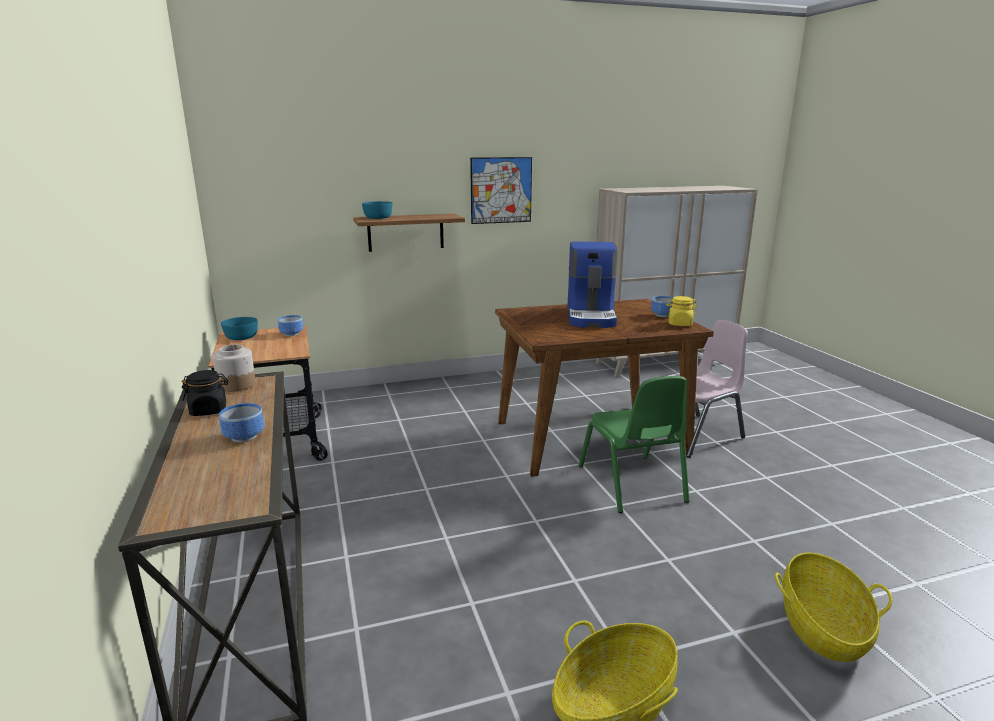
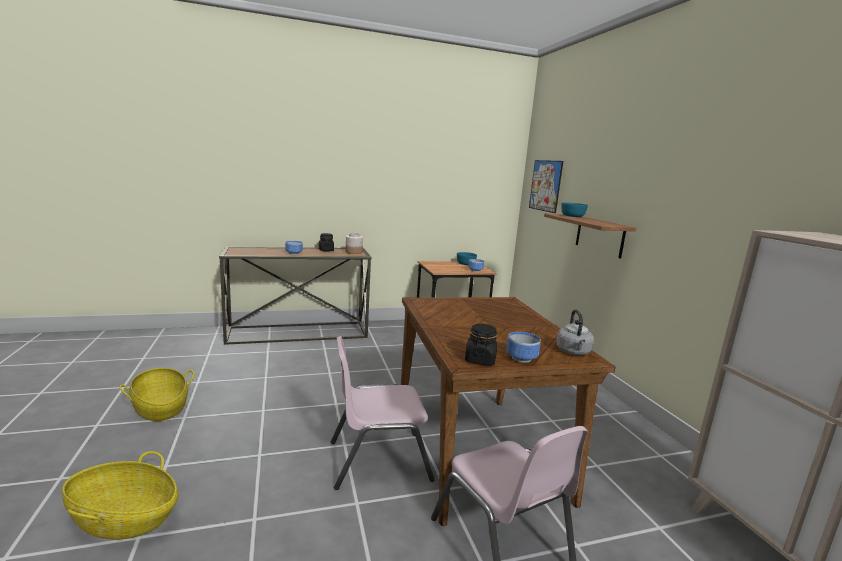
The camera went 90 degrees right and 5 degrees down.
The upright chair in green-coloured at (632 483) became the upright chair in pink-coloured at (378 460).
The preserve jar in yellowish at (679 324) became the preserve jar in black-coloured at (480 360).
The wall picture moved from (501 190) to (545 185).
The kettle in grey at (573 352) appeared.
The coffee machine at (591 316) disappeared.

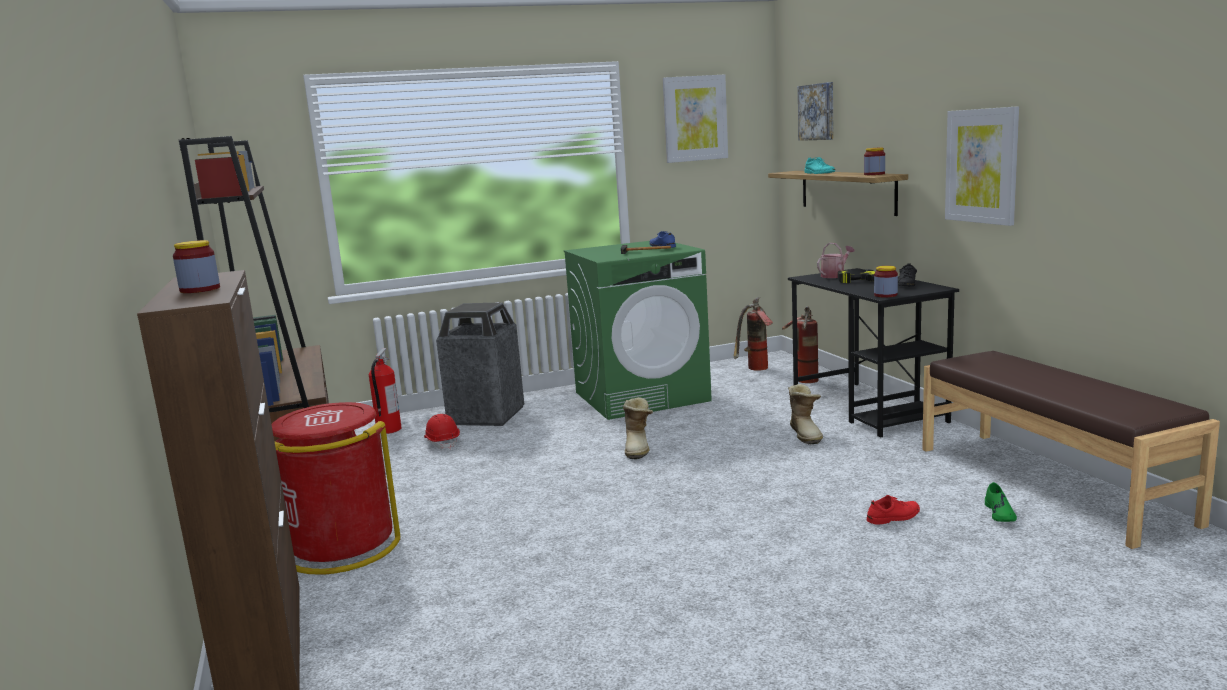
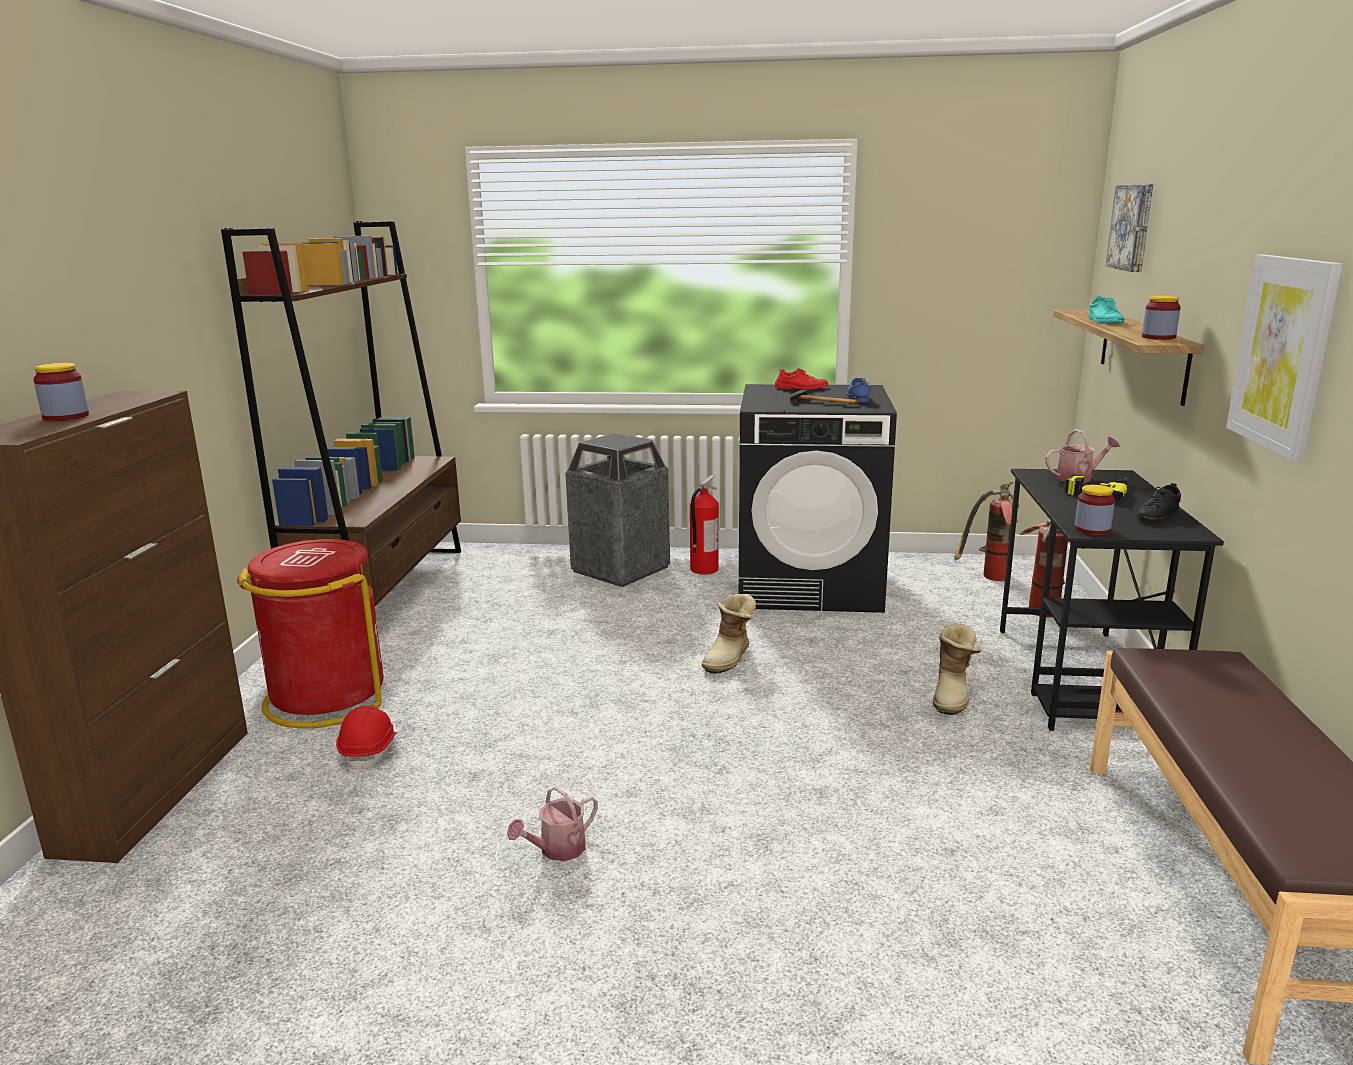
The camera went 25 degrees right and 5 degrees up.
The work helmet in red-coloured moved from (442 442) to (370 750).
The watering can at (557 850) appeared.
The fire-fighting cylinder moved from (388 430) to (703 569).
The washing machine in green-coloured at (642 396) became the washing machine in black-coloured at (810 585).
The shoe in red-coloured moved from (893 517) to (801 388).
The wall picture at (695 118) disappeared.
The shoe in green-coloured at (1000 513) disappeared.

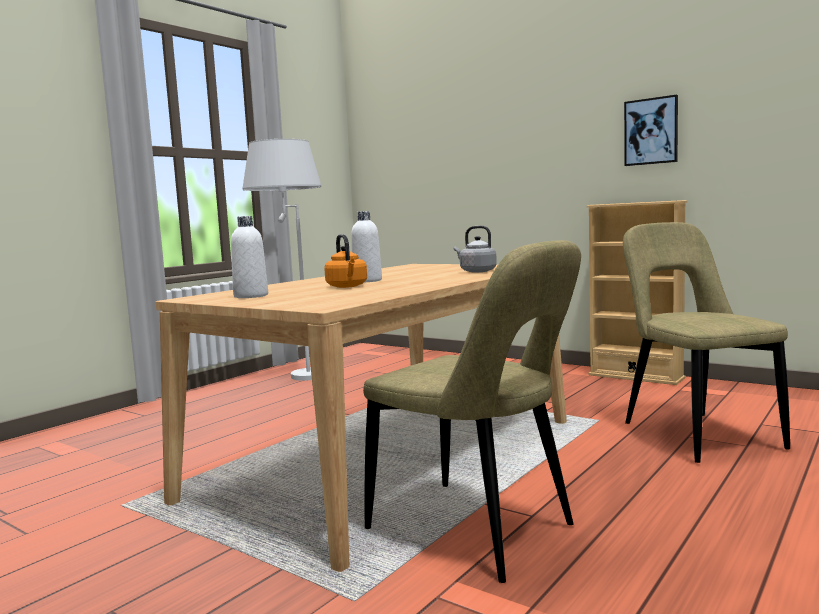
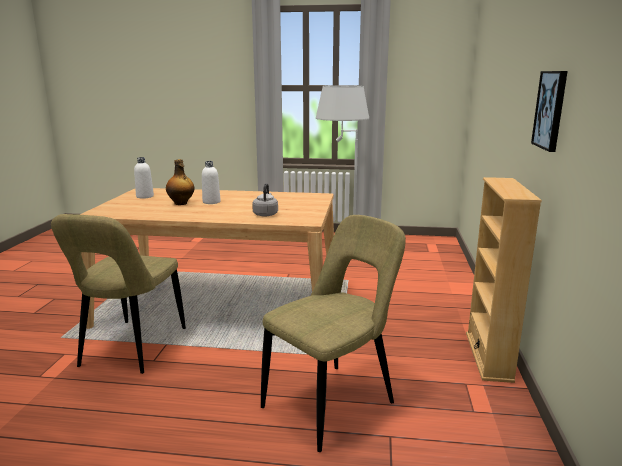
The camera went 60 degrees right and 10 degrees up.
The kettle in orange-coloured at (347 286) was replaced by the bottle at (181 203).

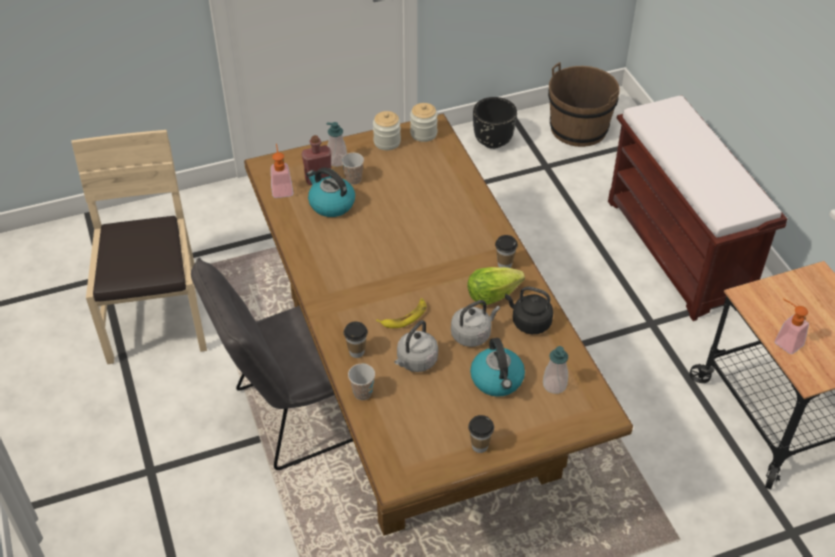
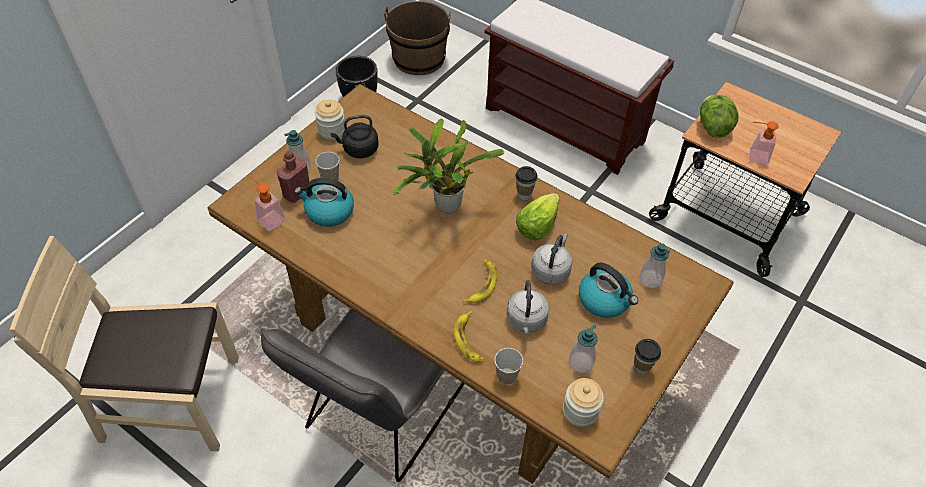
The camera went 35 degrees left and 5 degrees up.
The upright chair in beige at (156 316) turned 45 degrees counterclockwise.
The kettle in black-coloured moved from (529 322) to (358 149).
The potted plant at (444 206) appeared.
The small cup at (356 352) was replaced by the banana fruit at (469 340).
The preserve jar moved from (423 133) to (580 411).
The soap bottle at (581 362) appeared.
The head of lettuce at (712 127) appeared.

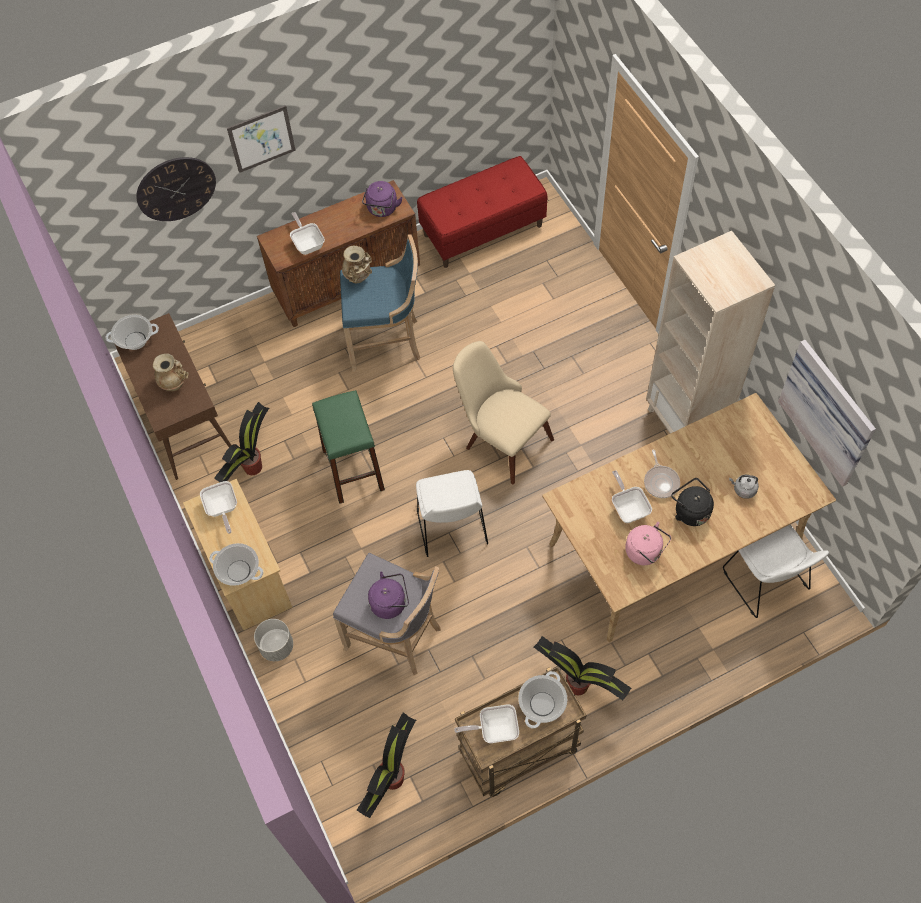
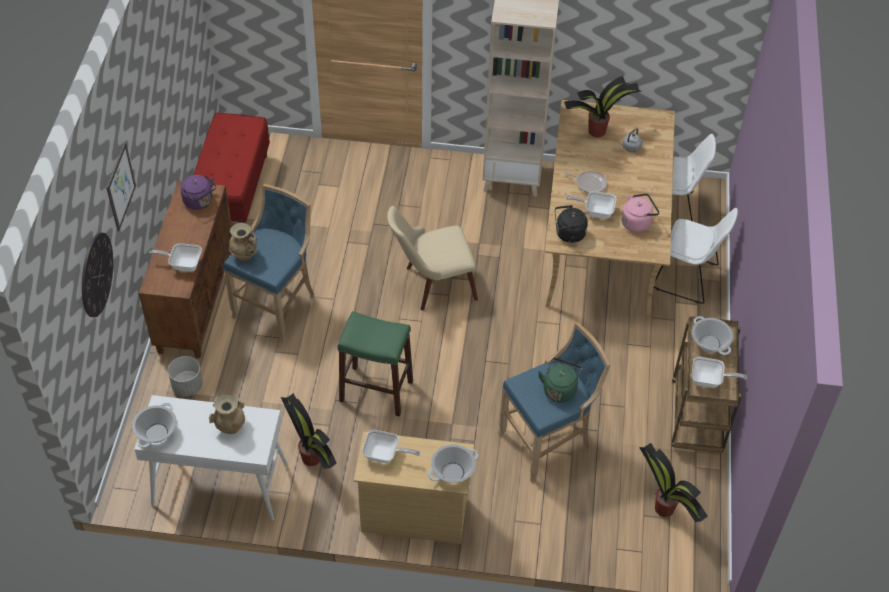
The camera went 60 degrees left and 10 degrees down.
The hall table in brown at (184 421) became the hall table in white-coloured at (219 484).
The flower pot in grey moved from (277 647) to (188 386).
The stool seat in grey at (397 637) became the stool seat in bluish at (548 442).
The kettle in purple at (390 603) became the kettle in green-coloured at (559 389).
The kettle in black-coloured moved from (690 511) to (568 234).
The potted plant moved from (579 686) to (598 131).
The upright chair in white-coloured moved from (452 528) to (688 278).
The pan at (494 729) turned 105 degrees counterclockwise.
The wall picture at (829 411) disappeared.

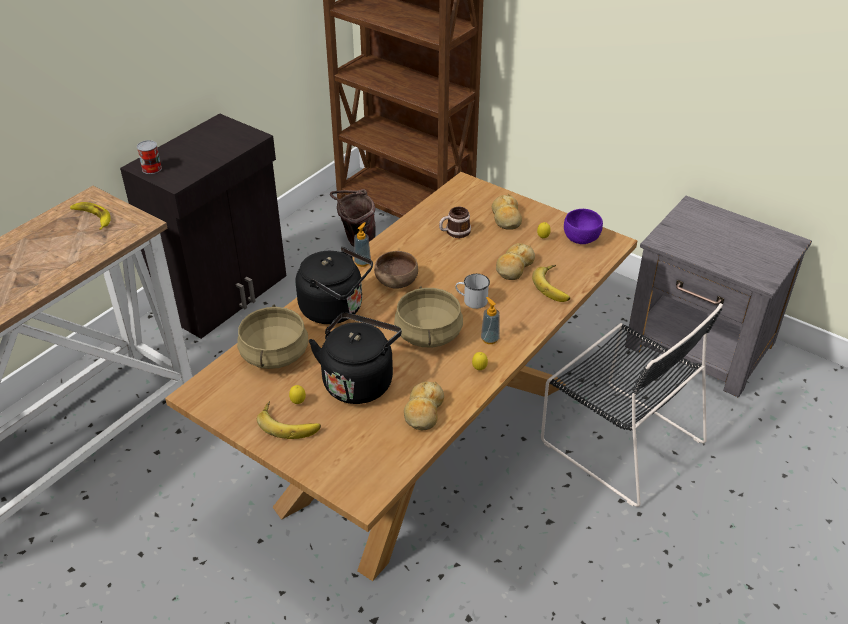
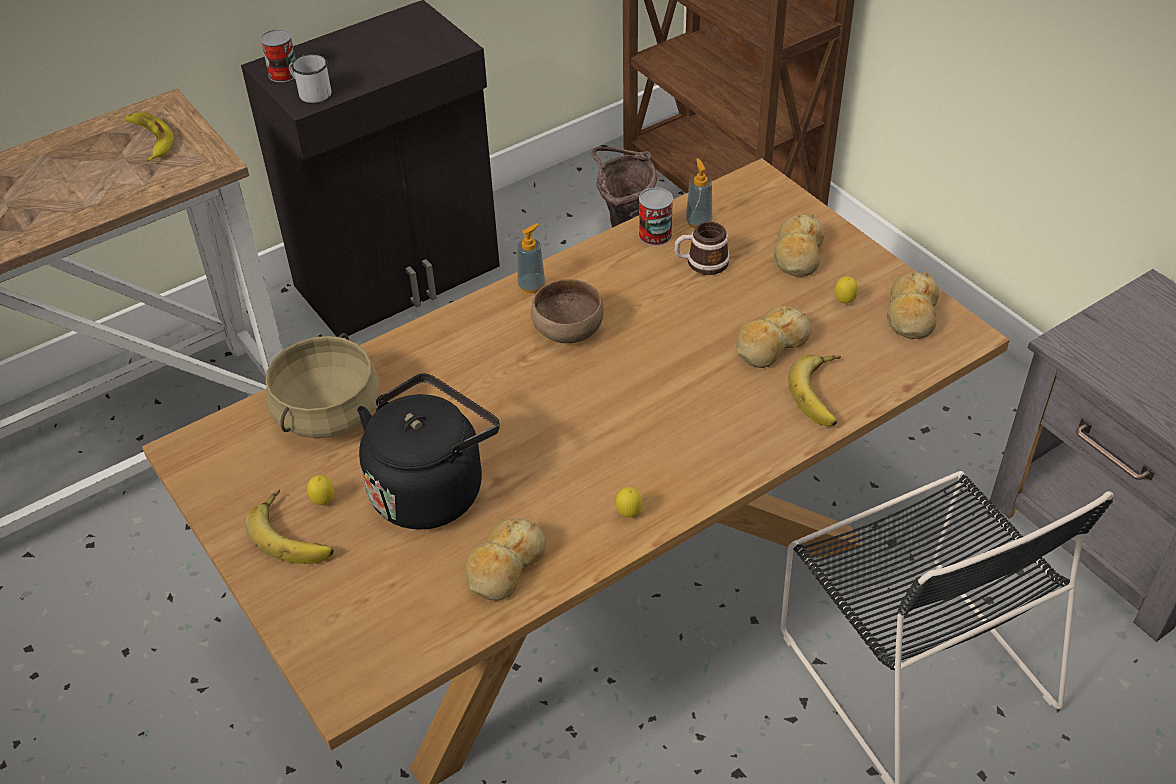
The camera went 20 degrees right and 5 degrees up.
The tea mug in white-coloured moved from (471 300) to (311 92).
The metal can at (655 235) appeared.
The soap bottle moved from (489 339) to (698 222).
The bowl in purple at (581 238) was replaced by the bread at (911 315).
The kettle in black-coloured at (335 309) disappeared.
The cooking pot in beige at (427 334) disappeared.

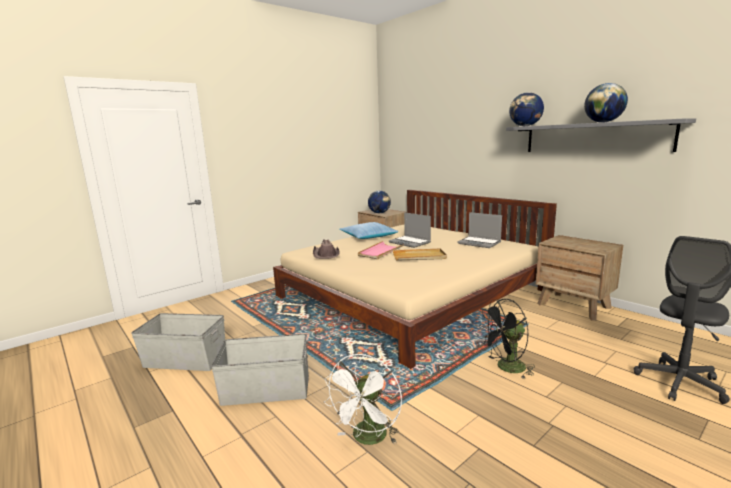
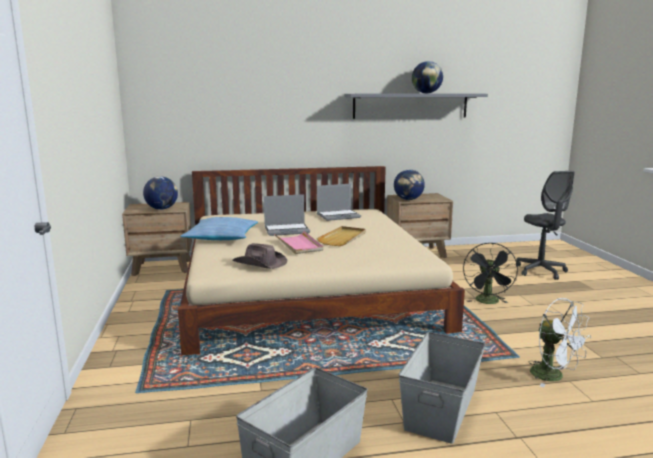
The camera went 60 degrees left and 0 degrees up.
The world globe moved from (525 126) to (408 199).

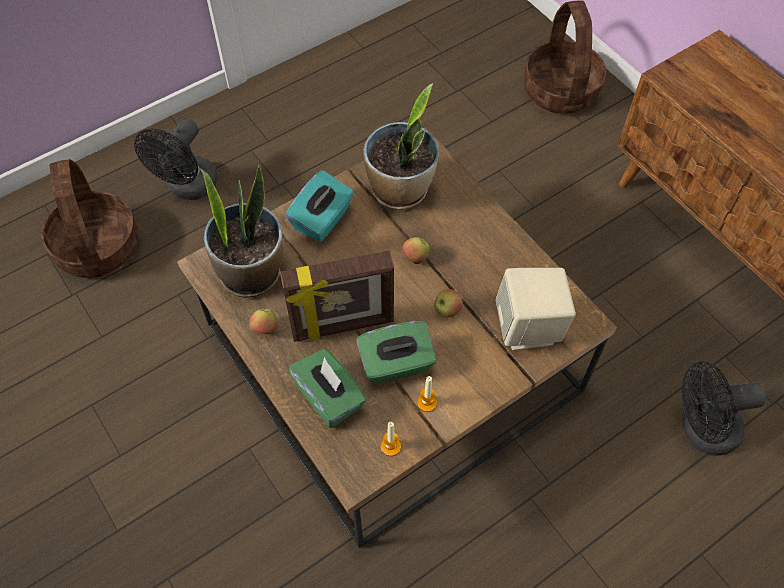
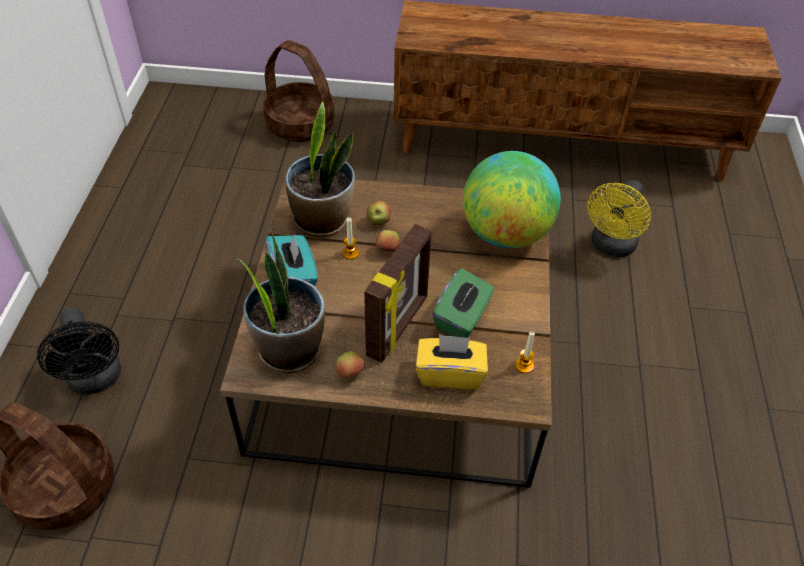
The camera went 50 degrees left and 10 degrees down.
The wax candle moved from (427 403) to (350 253).
The apple fruit moved from (447 310) to (378 222).
The tissue box in green-coloured at (329 397) became the tissue box in yellowish at (450 374).
The speaker in beige at (529 327) was replaced by the world globe at (505 234).
The cooling fan in black-coloured at (701 431) became the cooling fan in yellowish at (611 246).

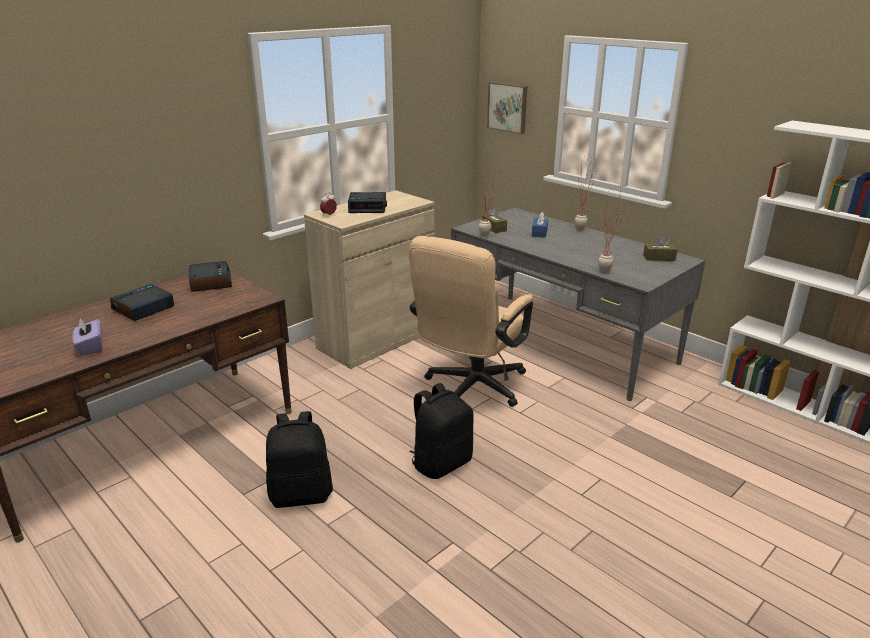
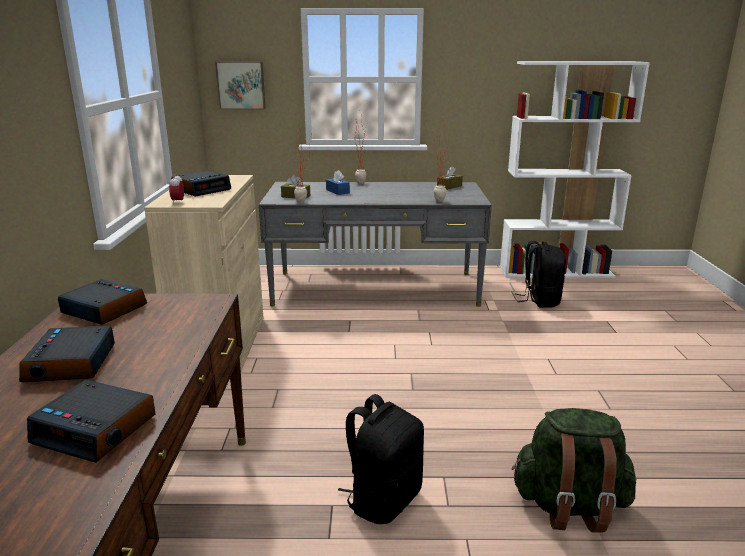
The camera went 45 degrees left and 5 degrees down.
The tissue box in purple at (90 347) was replaced by the bedside clock at (96 429).
The rucksack in green-coloured at (569 506) appeared.
The rucksack in black-coloured moved from (441 463) to (540 300).
The desk chair in beige at (470 389) disappeared.

